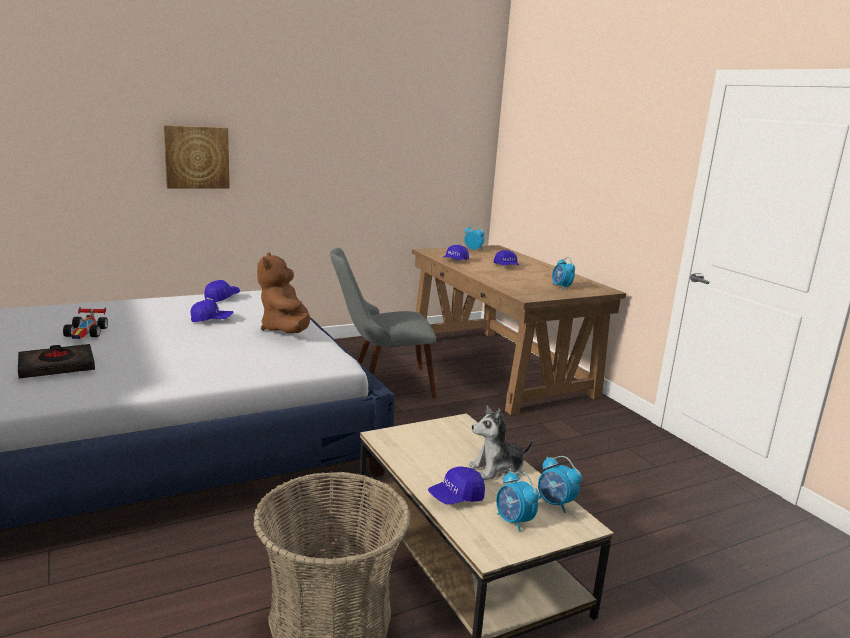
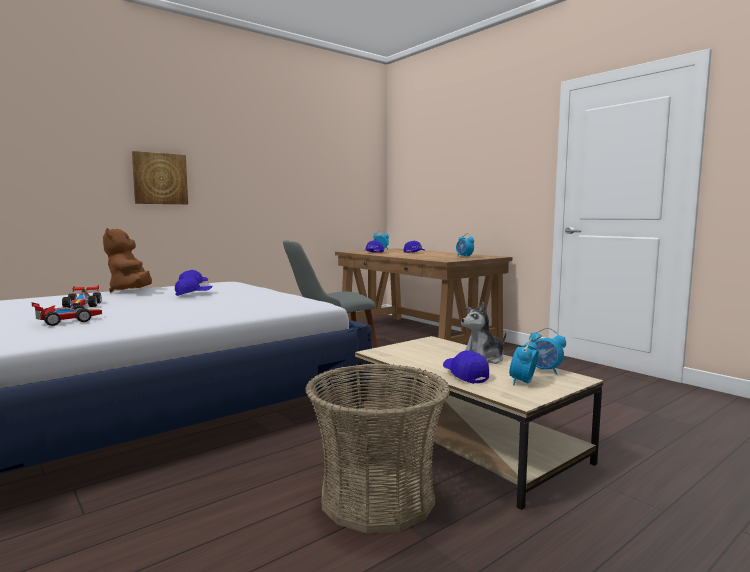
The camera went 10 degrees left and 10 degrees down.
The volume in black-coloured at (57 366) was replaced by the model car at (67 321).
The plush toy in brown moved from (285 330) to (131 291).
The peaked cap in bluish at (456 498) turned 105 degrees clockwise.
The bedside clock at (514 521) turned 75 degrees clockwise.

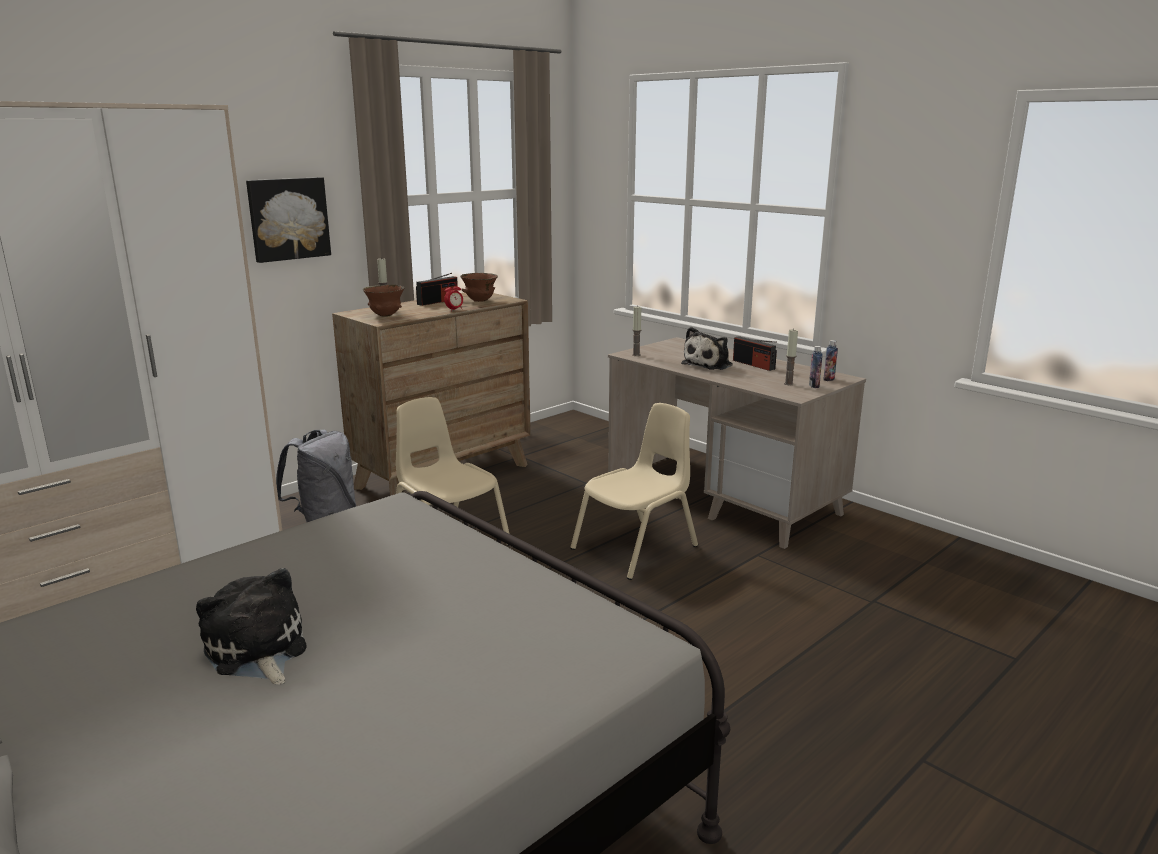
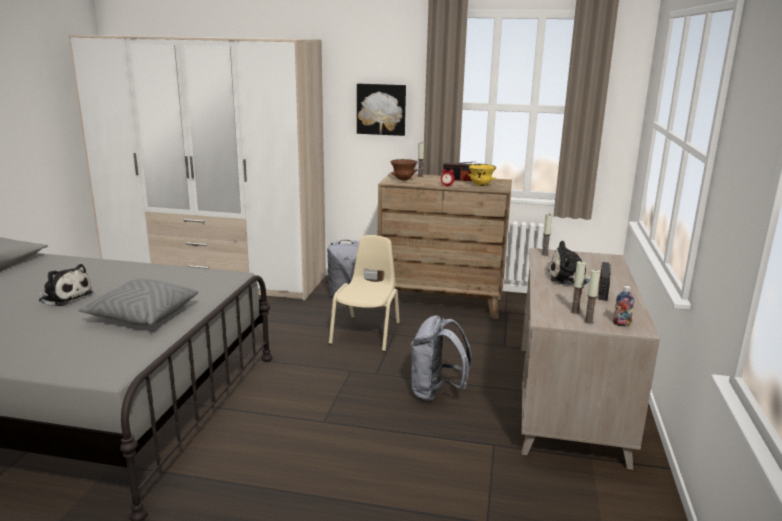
The camera went 55 degrees right and 0 degrees up.
The plush toy at (257 651) turned 90 degrees clockwise.
The cushion in grey at (142 316) appeared.
The upright chair in beige at (636 548) was replaced by the rucksack in grey at (436 393).
The bowl in brown at (479 301) became the bowl in yellowish at (480 185).
The bottle at (814 386) was replaced by the wax candle at (588 322).

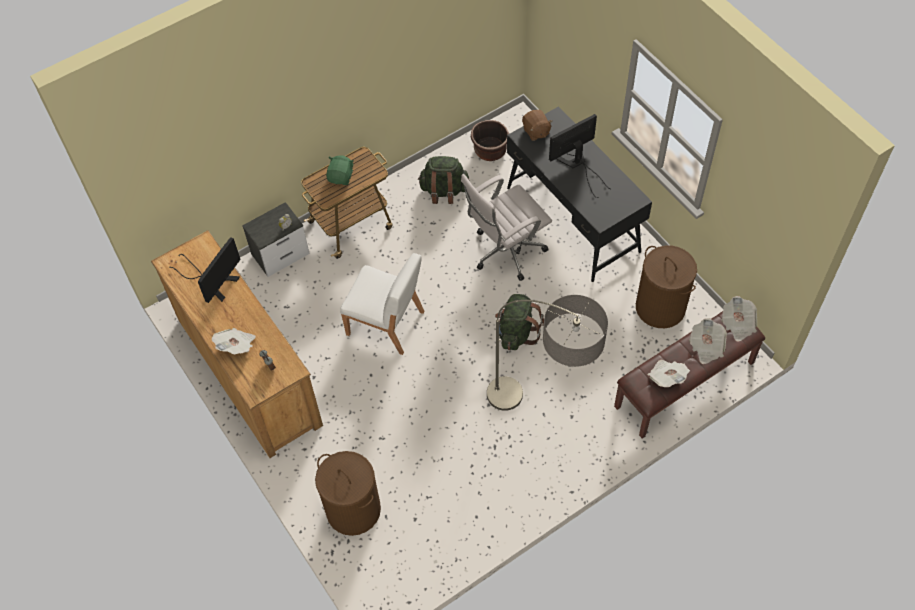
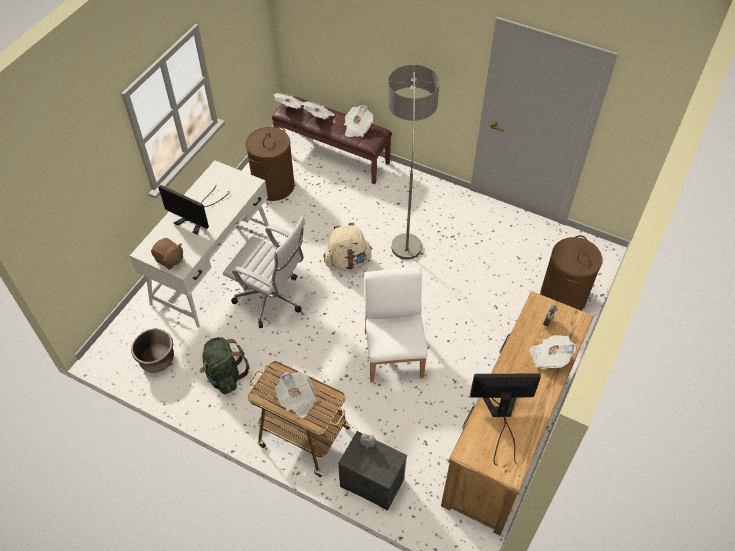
The camera went 120 degrees left and 5 degrees down.
The desk in black-coloured at (572 219) became the desk in white-coloured at (213 267).
The plush toy in brown at (536 131) turned 90 degrees clockwise.
The plush toy in green-coloured at (341 177) was replaced by the printed paper at (297 400).
The rucksack in green-coloured at (516 333) became the rucksack in beige at (347 261).

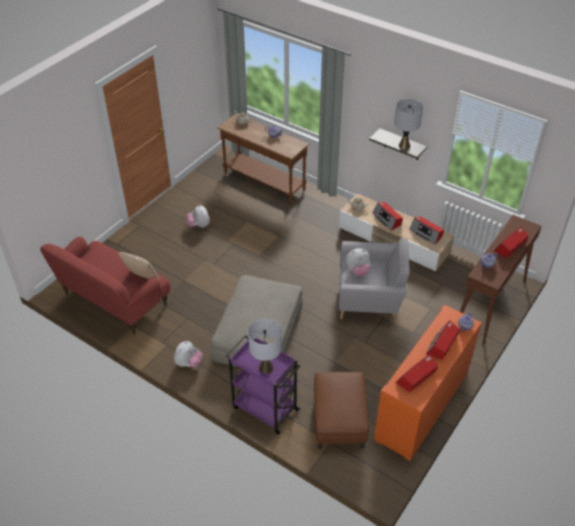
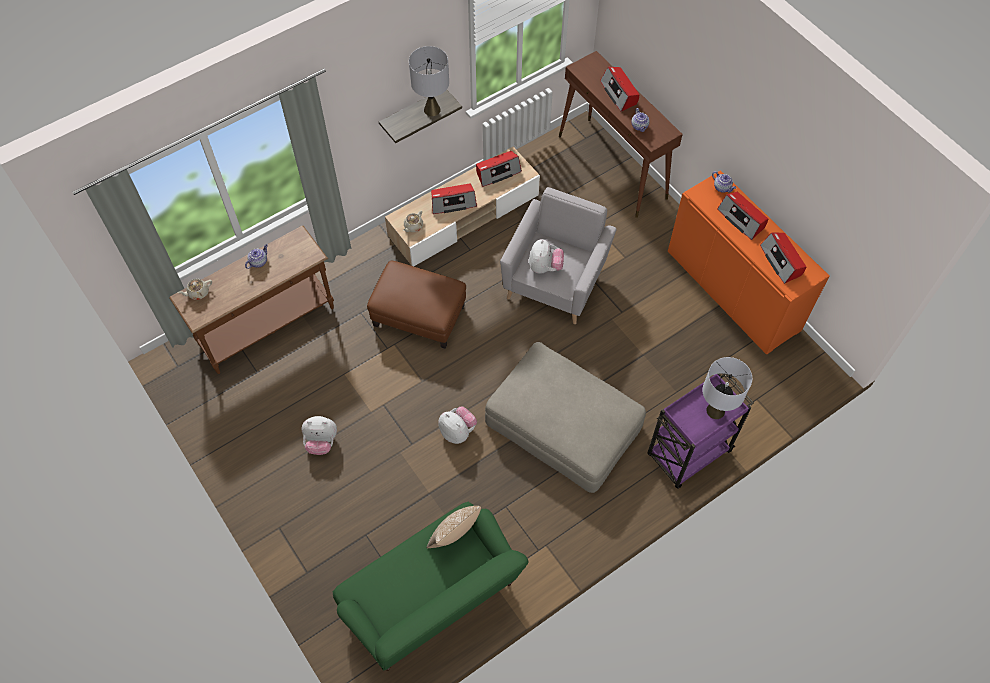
The camera went 70 degrees left and 15 degrees up.
The sofa in red-coloured at (114 301) became the sofa in green-coloured at (432 600).
The pouffe in brown moved from (339 420) to (419 315).
The plush toy moved from (188 363) to (458 431).

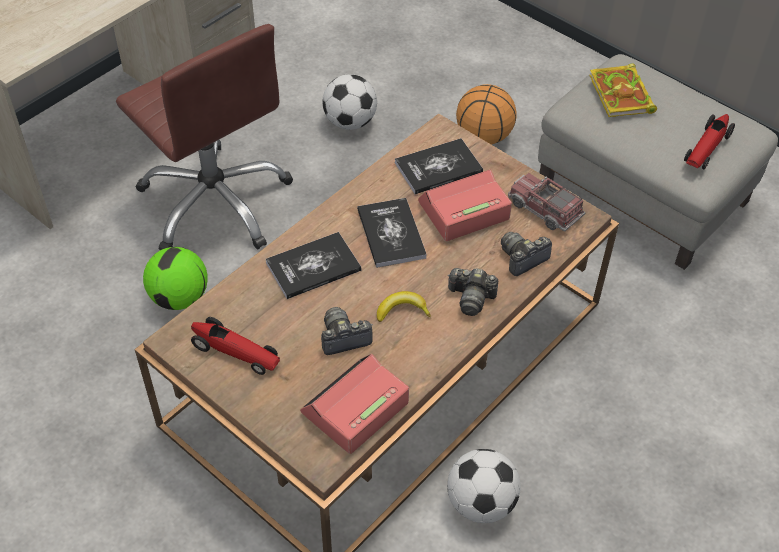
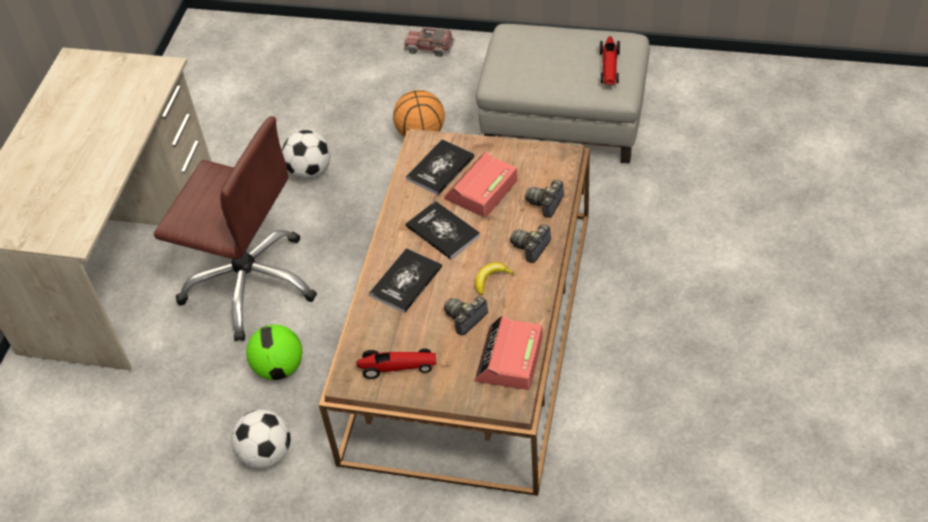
The camera went 25 degrees left and 0 degrees up.
The football moved from (480 502) to (266 453).
The toy lorry moved from (544 209) to (429 48).
The photo camera at (471 298) turned 135 degrees clockwise.
The volume at (622 95) disappeared.

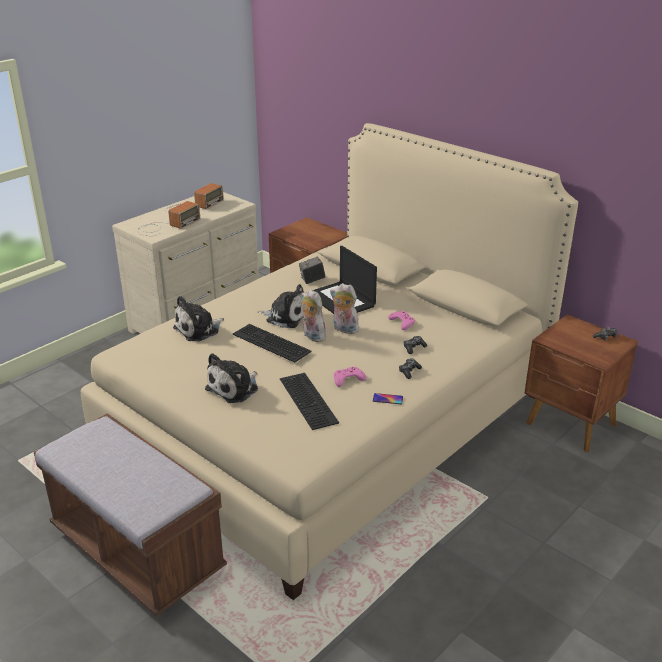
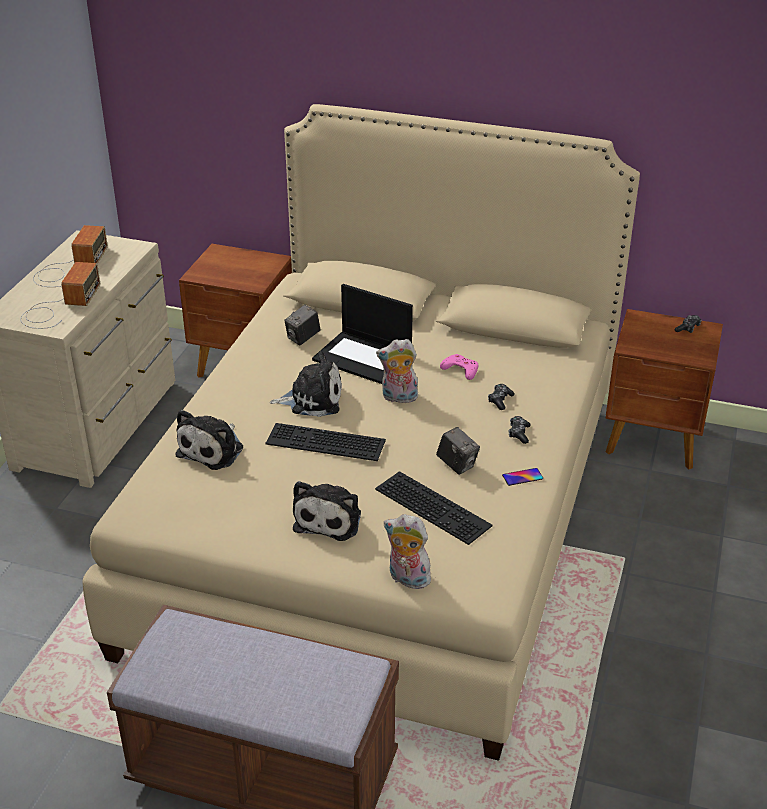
The camera went 25 degrees left and 5 degrees up.
The plush toy moved from (312 336) to (407 579).
The gamepad in pink-coloured at (348 379) was replaced by the photo camera at (457 465).

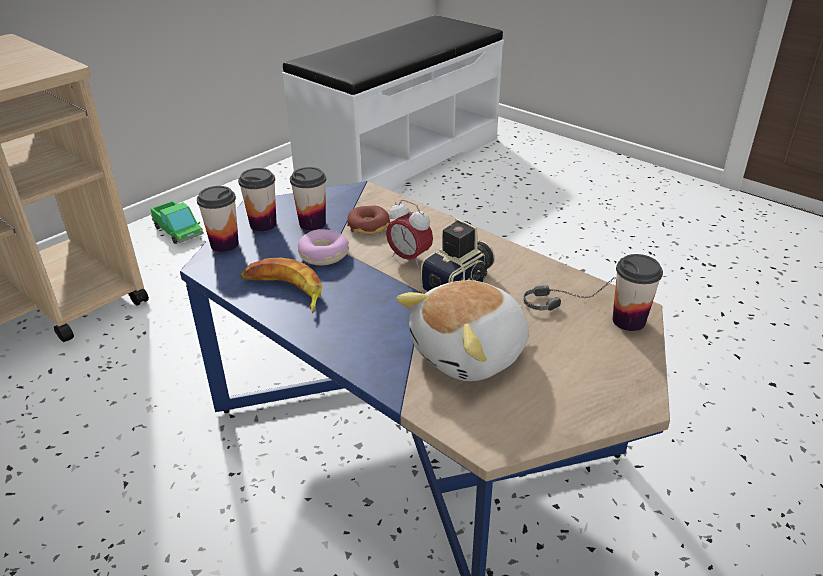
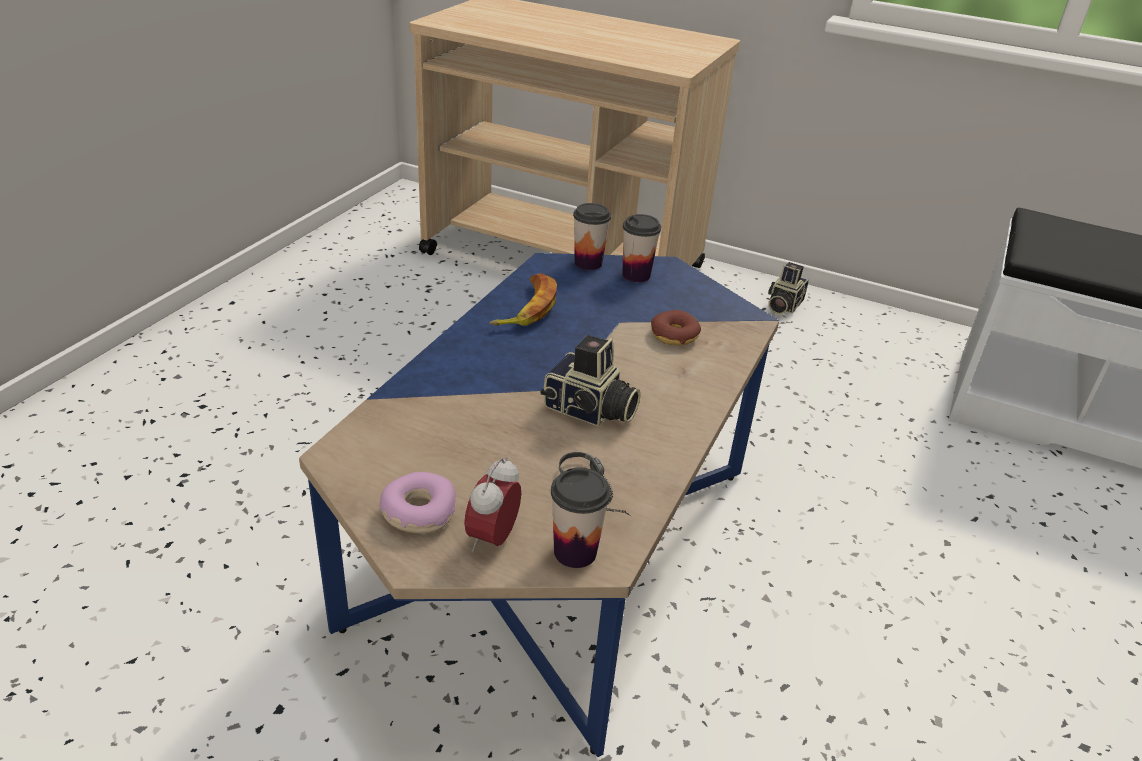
The camera went 70 degrees right and 0 degrees up.
The ring doughnut moved from (323 255) to (418 512).
The bedside clock moved from (409 258) to (493 538).
The toy lorry at (178 231) was replaced by the photo camera at (782 305).
The small cup at (312 224) disappeared.
The plush toy at (471 354) disappeared.

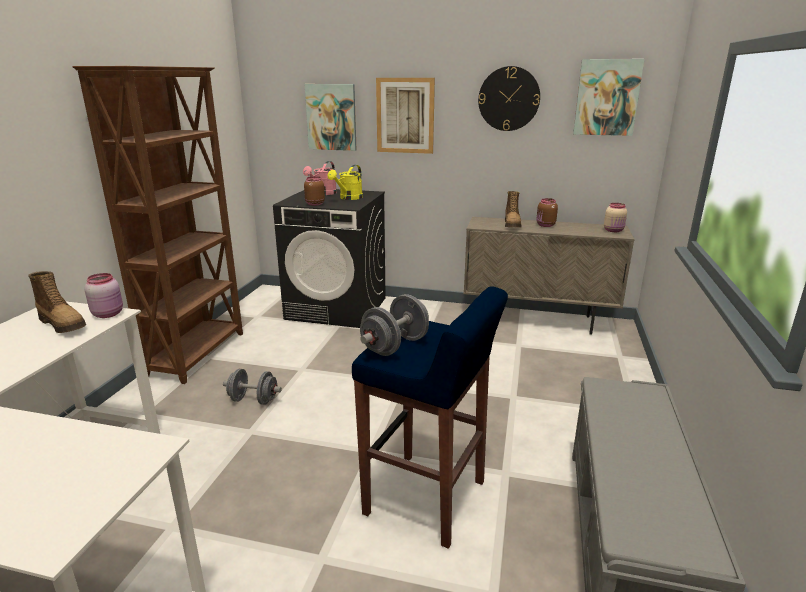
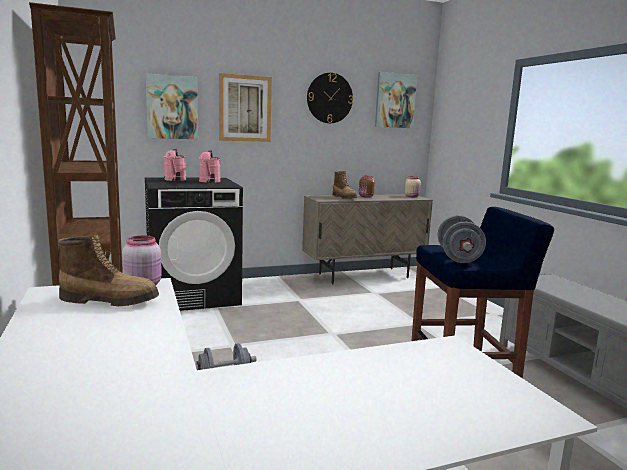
The camera went 35 degrees left and 10 degrees down.
The watering can in yellowish at (348 198) became the watering can in pink-coloured at (209 181).
The preserve jar in brown at (314 204) disappeared.

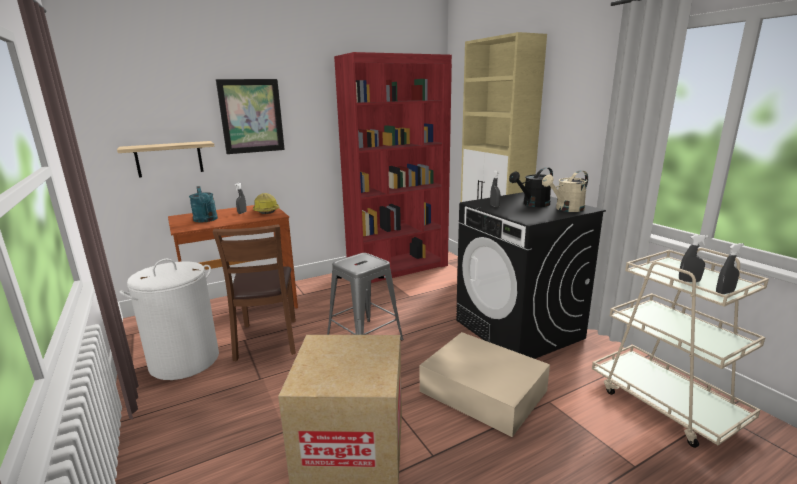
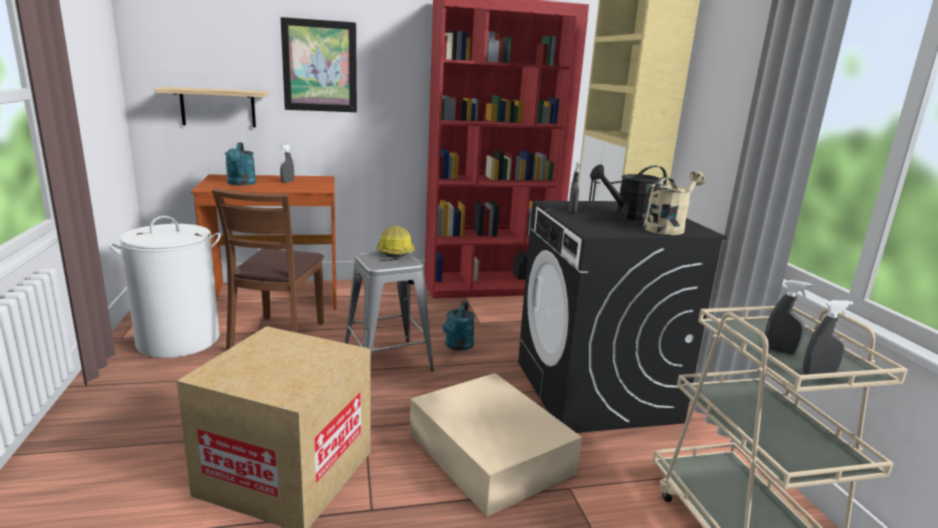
The camera went 15 degrees right and 0 degrees up.
The work helmet moved from (265 210) to (395 251).
The watering can in turquoise at (457 346) appeared.
The watering can in beige at (566 209) turned 150 degrees clockwise.

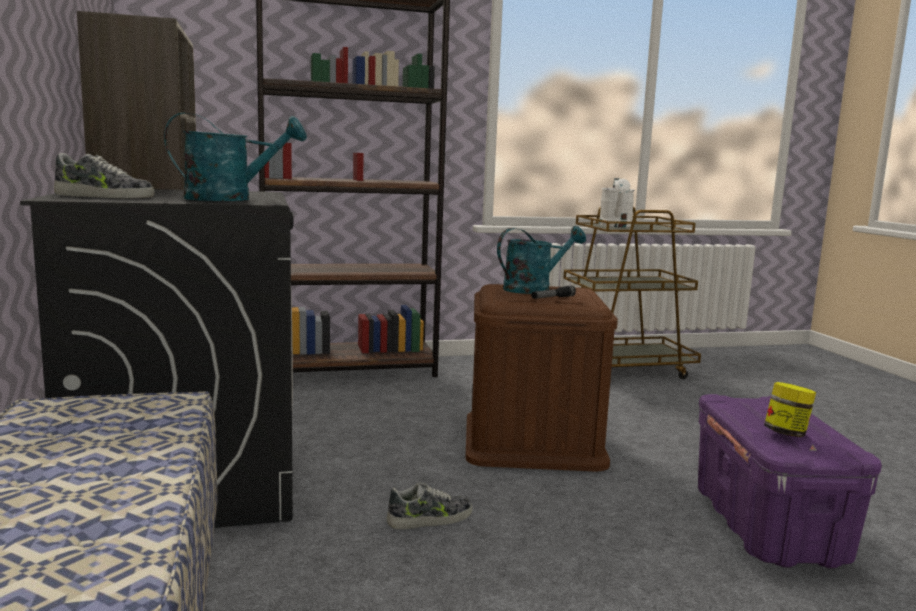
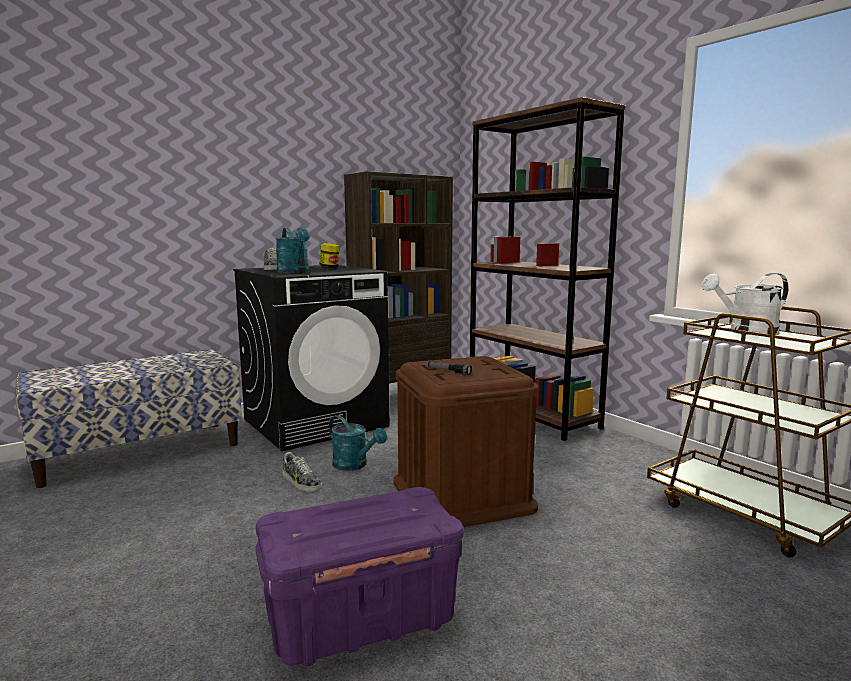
The camera went 70 degrees right and 0 degrees up.
The preserve jar moved from (786 433) to (329 267).
The watering can in turquoise moved from (534 289) to (354 465).

